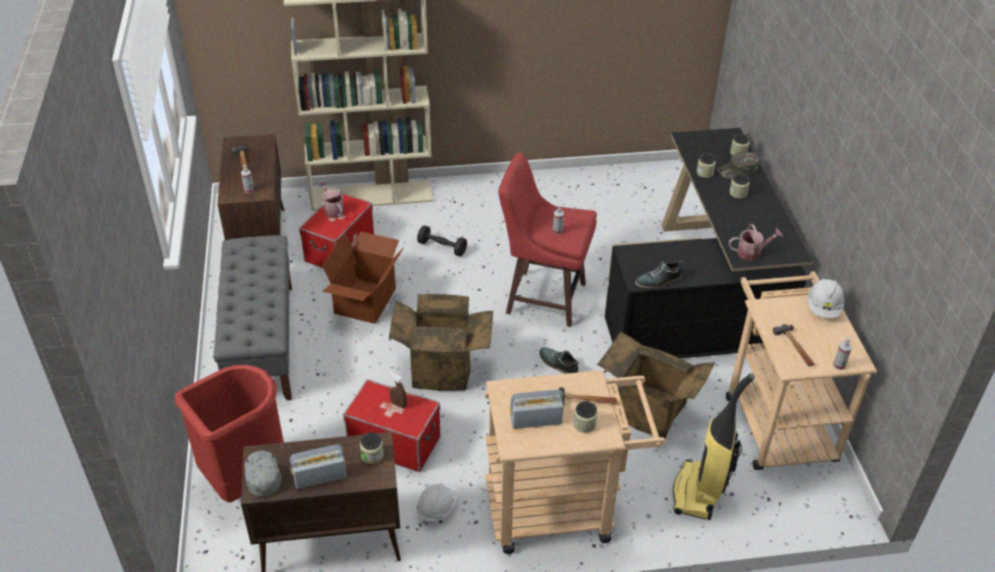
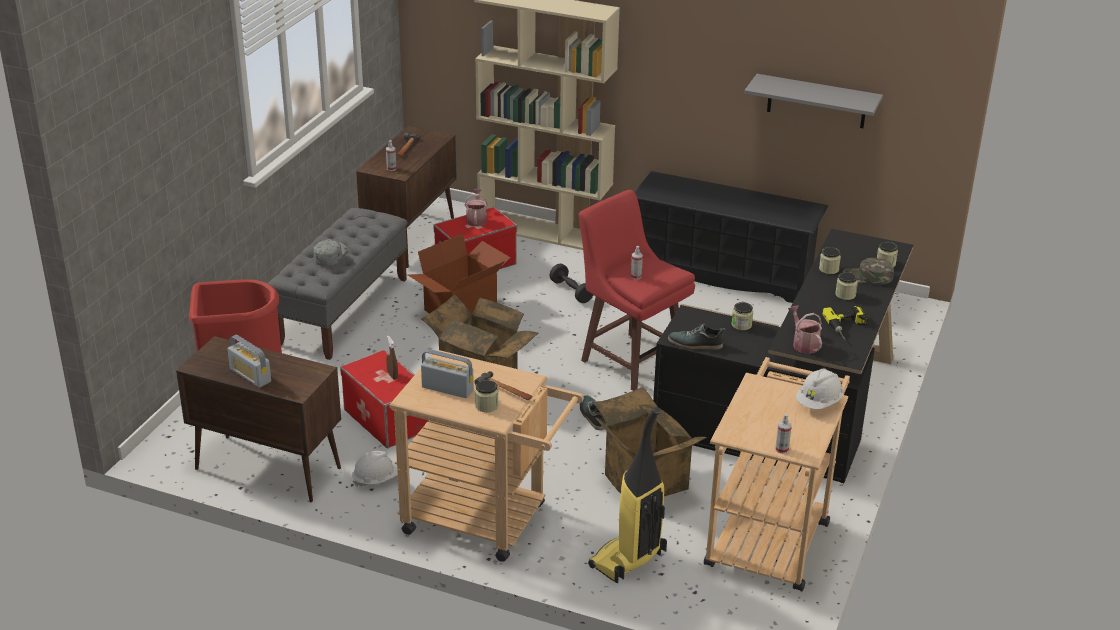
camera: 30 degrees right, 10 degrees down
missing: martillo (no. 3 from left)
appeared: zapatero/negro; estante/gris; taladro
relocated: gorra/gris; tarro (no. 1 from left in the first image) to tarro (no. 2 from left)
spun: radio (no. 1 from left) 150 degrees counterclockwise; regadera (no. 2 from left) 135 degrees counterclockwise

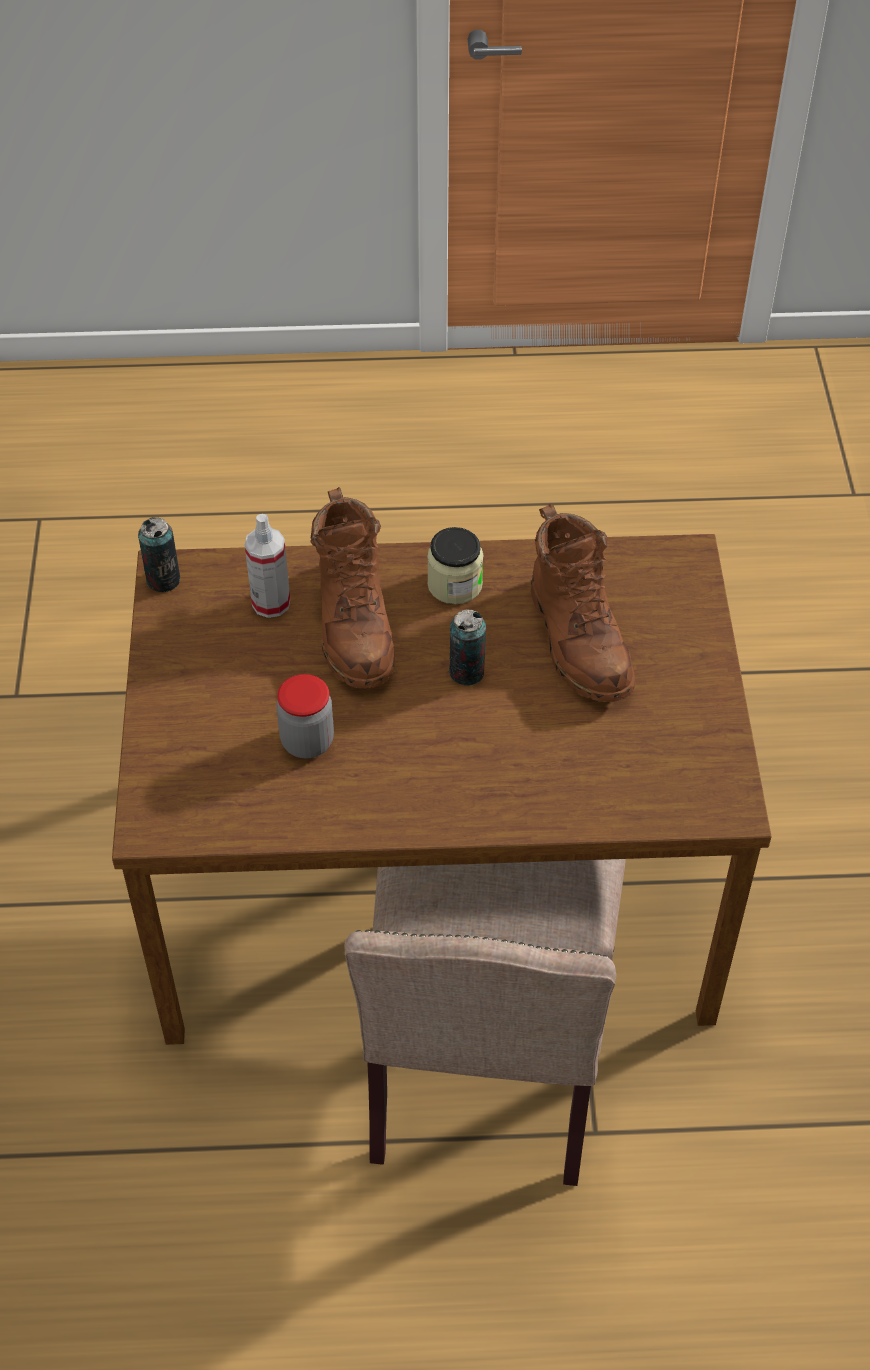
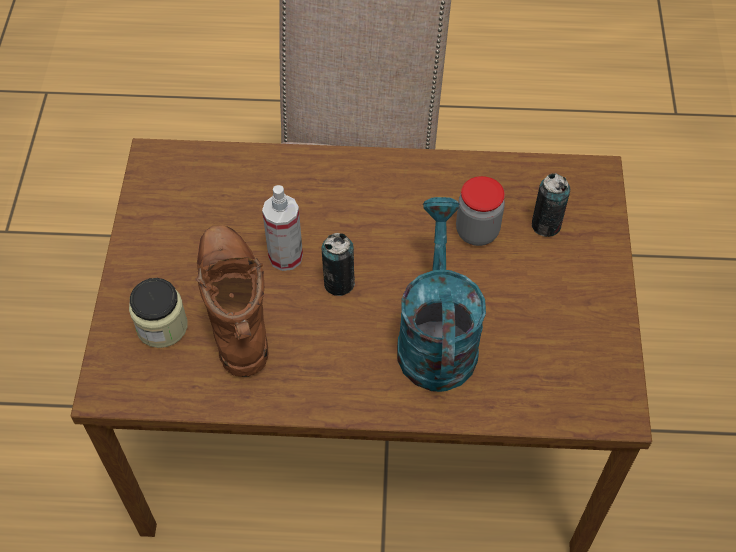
camera: 175 degrees left, 5 degrees up
relocated: lata (no. 1 from left in the first image) to lata (no. 2 from left); pulverizador; tarro (no. 2 from left in the first image) to tarro (no. 1 from left)
exchanged: bota/marrón (no. 1 from left) to regadera/turquesa

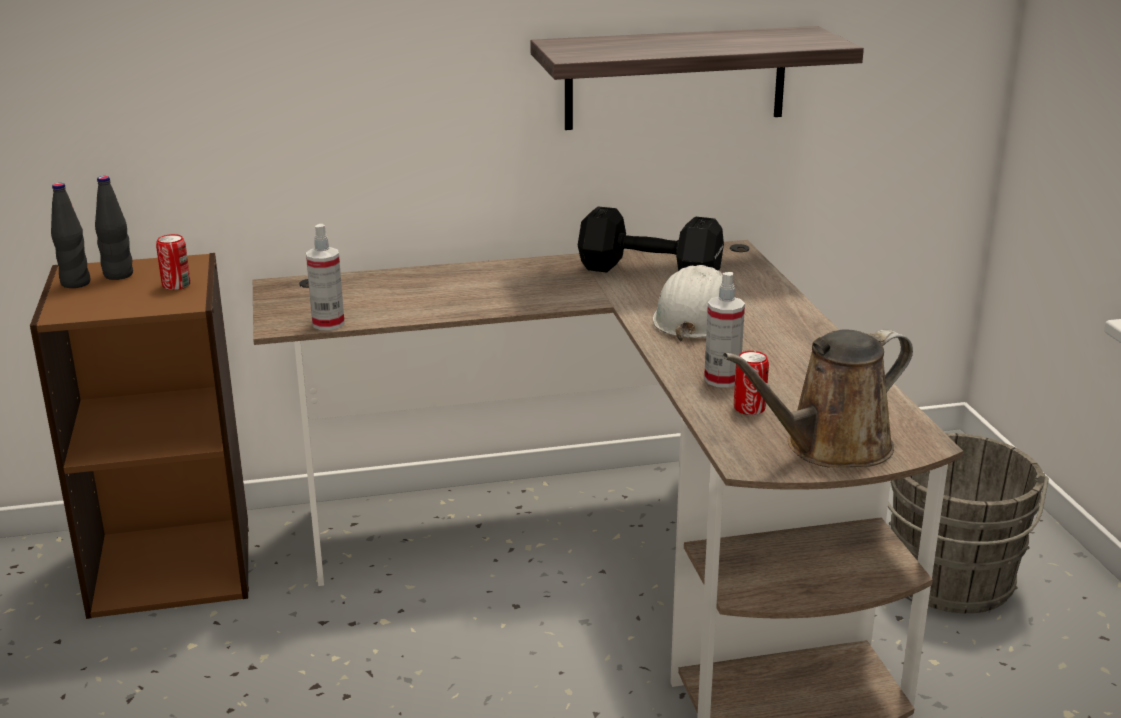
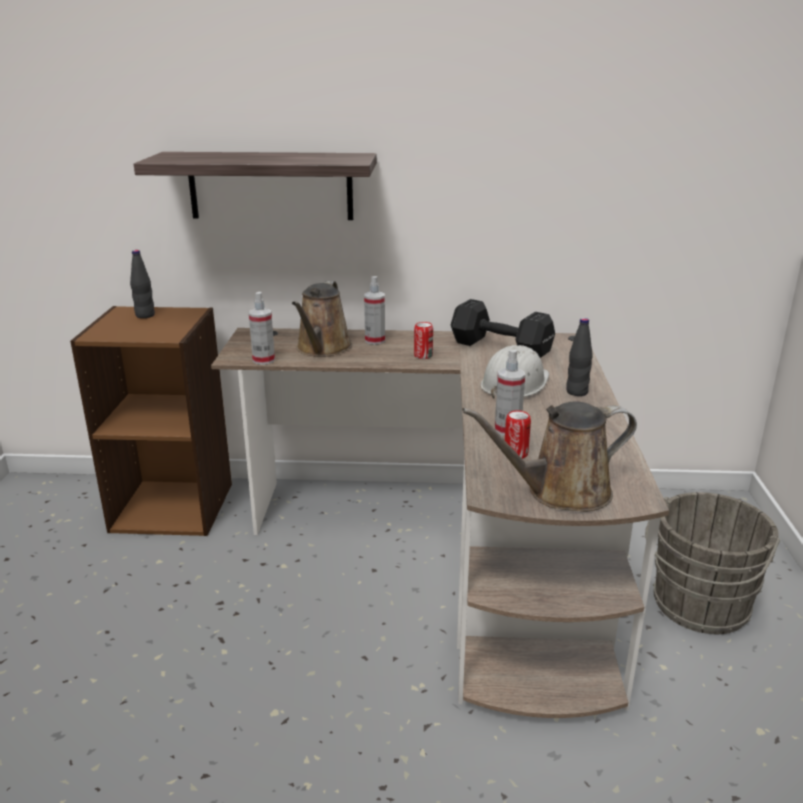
camera: 15 degrees right, 0 degrees up
appeared: regadera/marrón (no. 1 from left); pulverizador (no. 2 from left)
relocated: botella/negro (no. 1 from left in the first image) to botella/negro (no. 2 from left); lata (no. 1 from left); estante

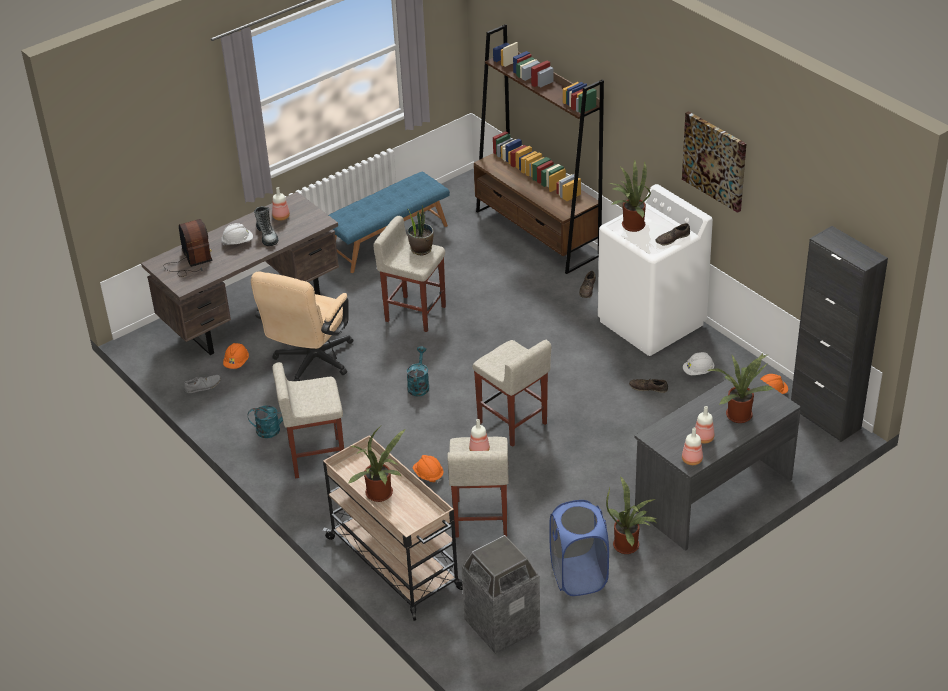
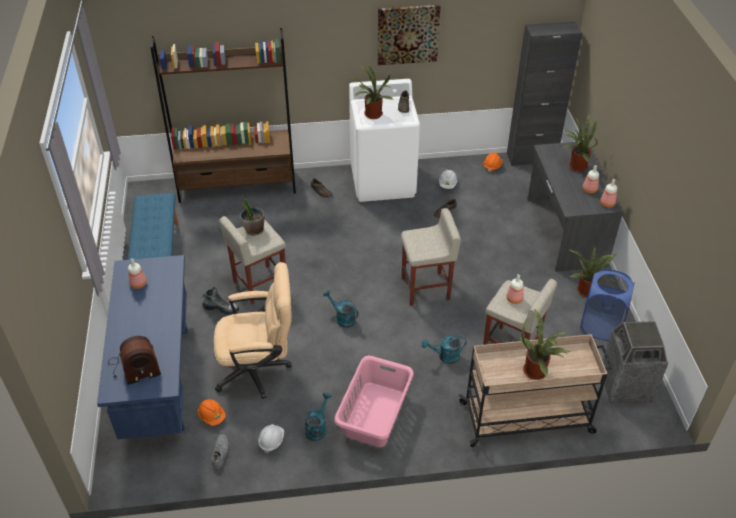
camera: 60 degrees left, 5 degrees up
relocated: casco/blanco (no. 1 from left); bota
exchanged: taburete/beis (no. 1 from left) to cesto de la ropa/rosa; casco/naranja (no. 2 from left) to regadera/turquesa (no. 3 from left)
colour: escritorio/marrón to escritorio/azul
spun: radio 150 degrees clockwise; silla de oficina/beis 60 degrees counterclockwise

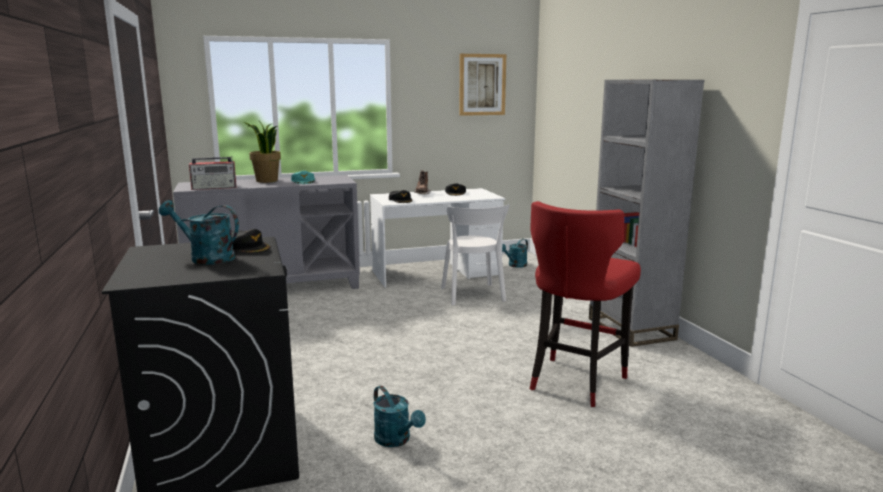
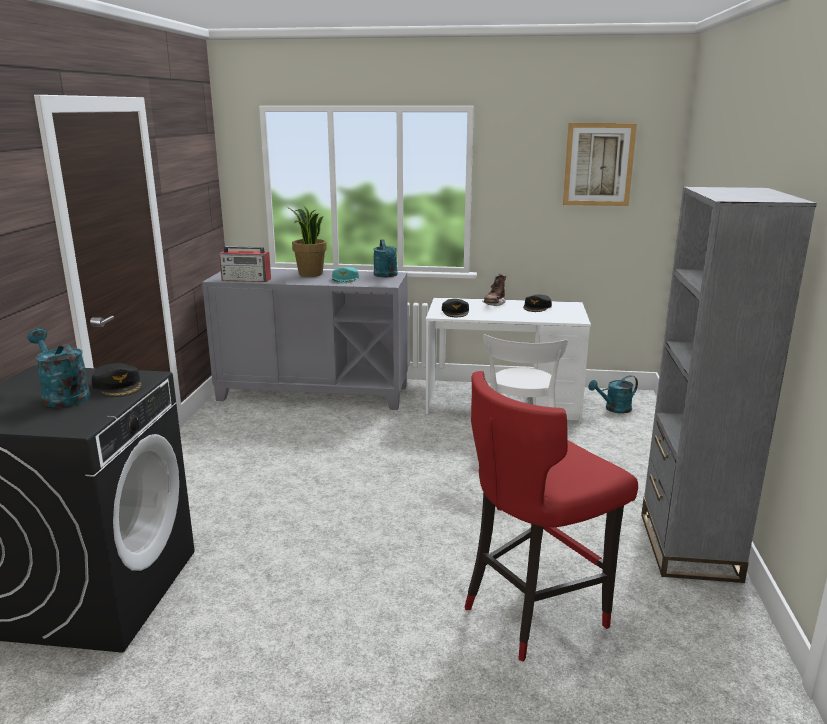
camera: 25 degrees right, 5 degrees up
relocated: regadera/turquesa (no. 2 from left)

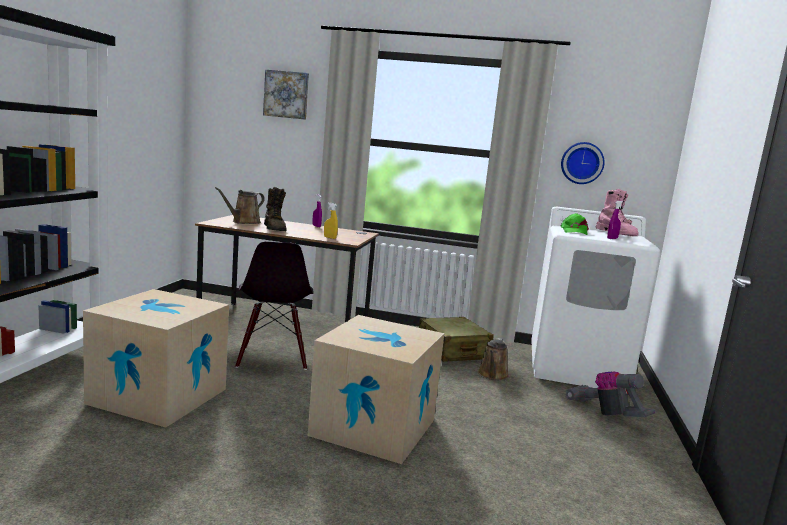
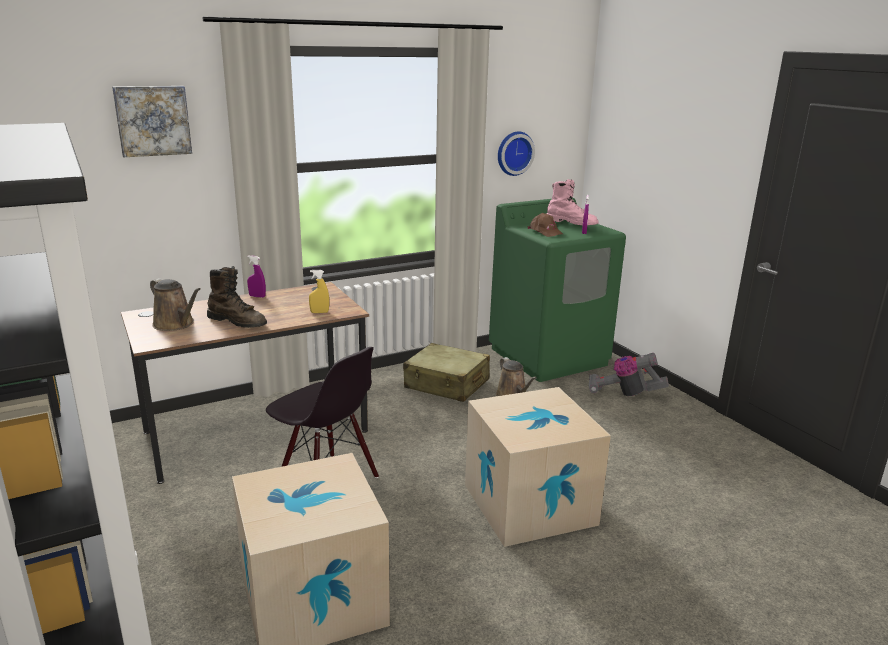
camera: 40 degrees left, 10 degrees up
colour: lavadora/blanco to lavadora/verde; gorra/verde to gorra/marrón
spun: regadera/marrón (no. 1 from left) 45 degrees counterclockwise

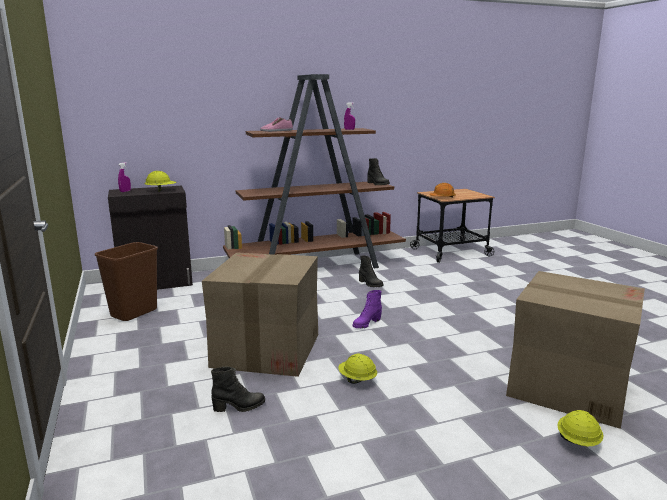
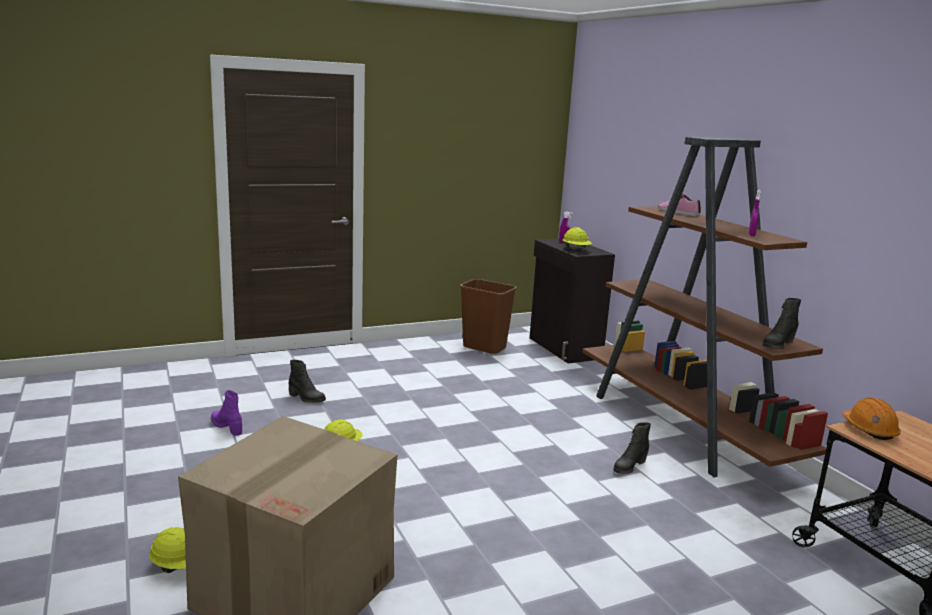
camera: 85 degrees right, 0 degrees up
missing: caja de cartón (no. 1 from left)
relocated: bota/morado
spun: bota/negro (no. 1 from left) 45 degrees counterclockwise

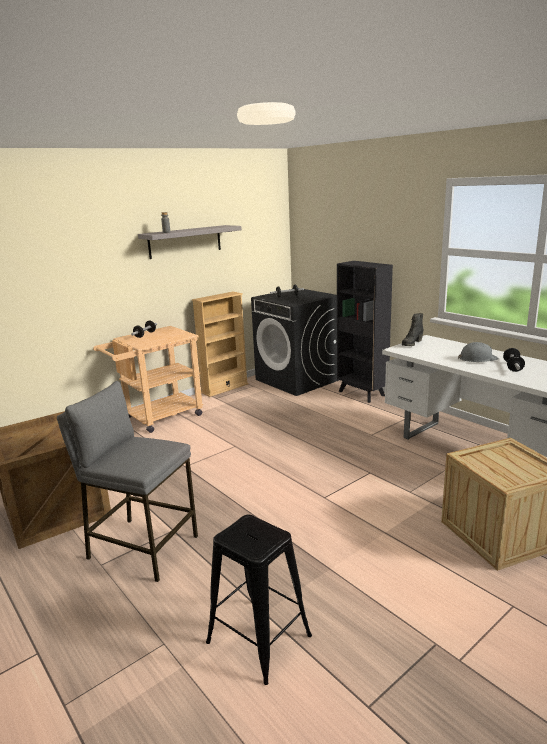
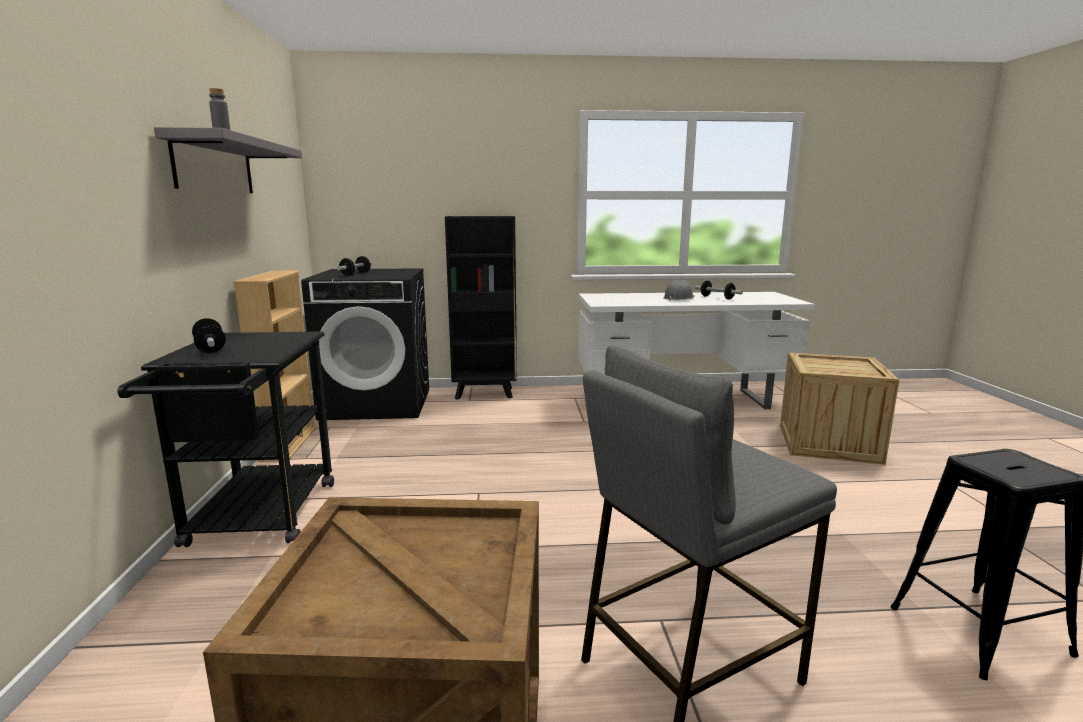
camera: 55 degrees left, 5 degrees down
missing: bota/negro
colour: carrito/beis to carrito/negro

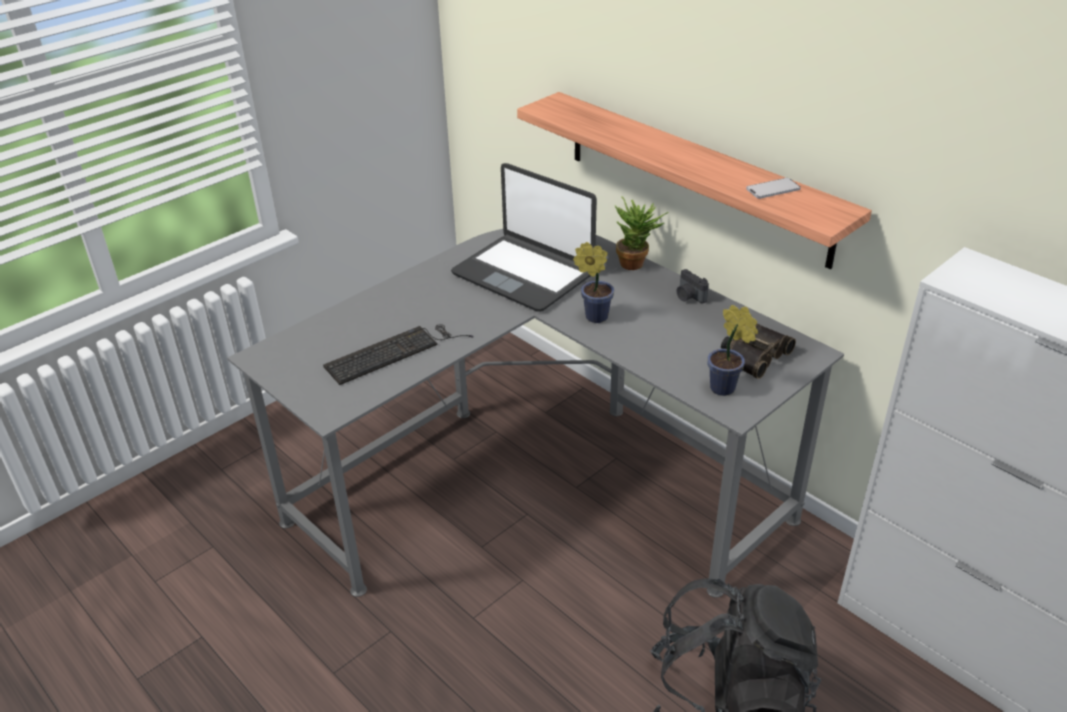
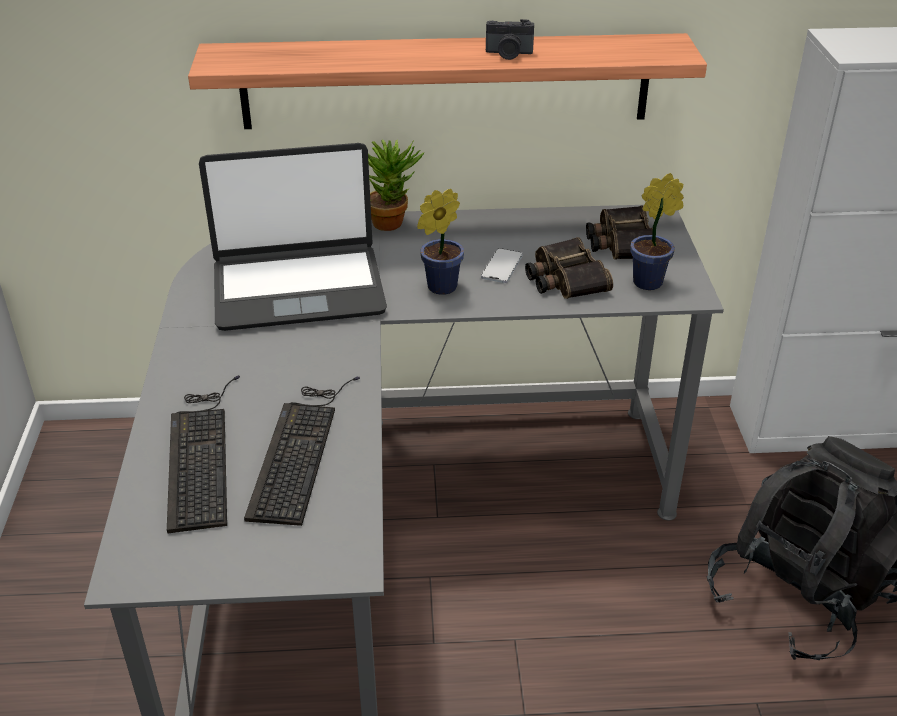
camera: 50 degrees left, 0 degrees up
appeared: teclado (no. 1 from left); prismáticos (no. 1 from left)
relocated: cámara; móvil

